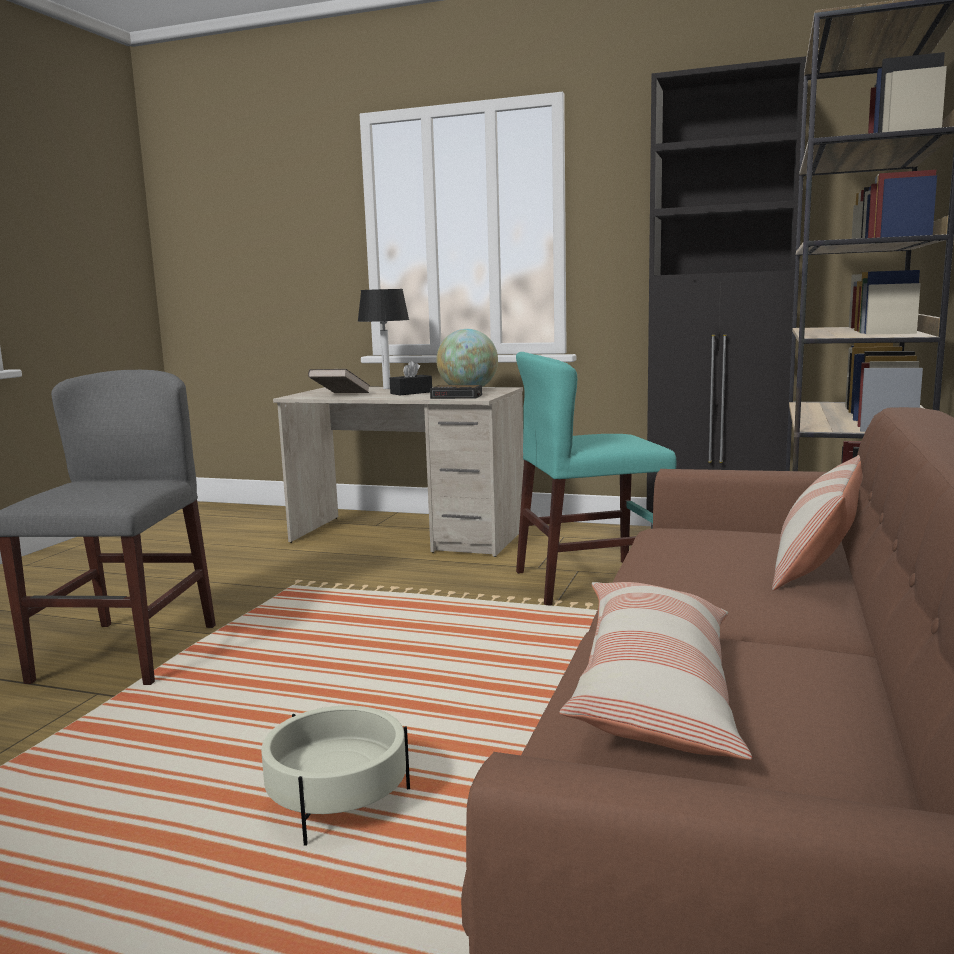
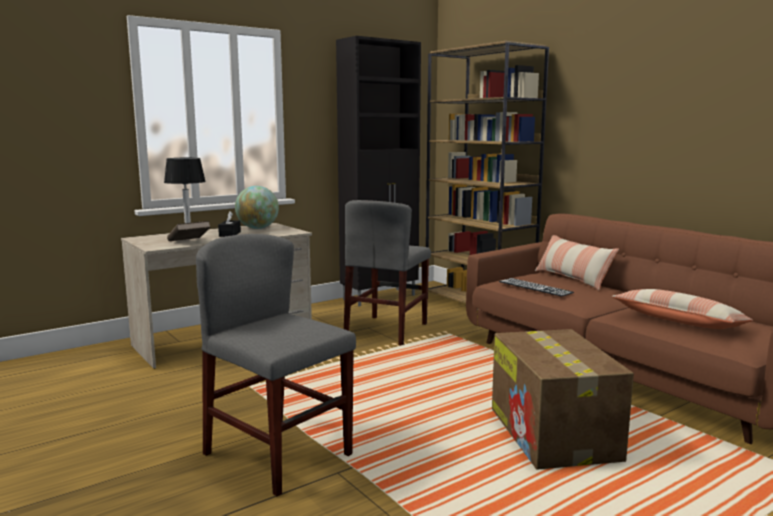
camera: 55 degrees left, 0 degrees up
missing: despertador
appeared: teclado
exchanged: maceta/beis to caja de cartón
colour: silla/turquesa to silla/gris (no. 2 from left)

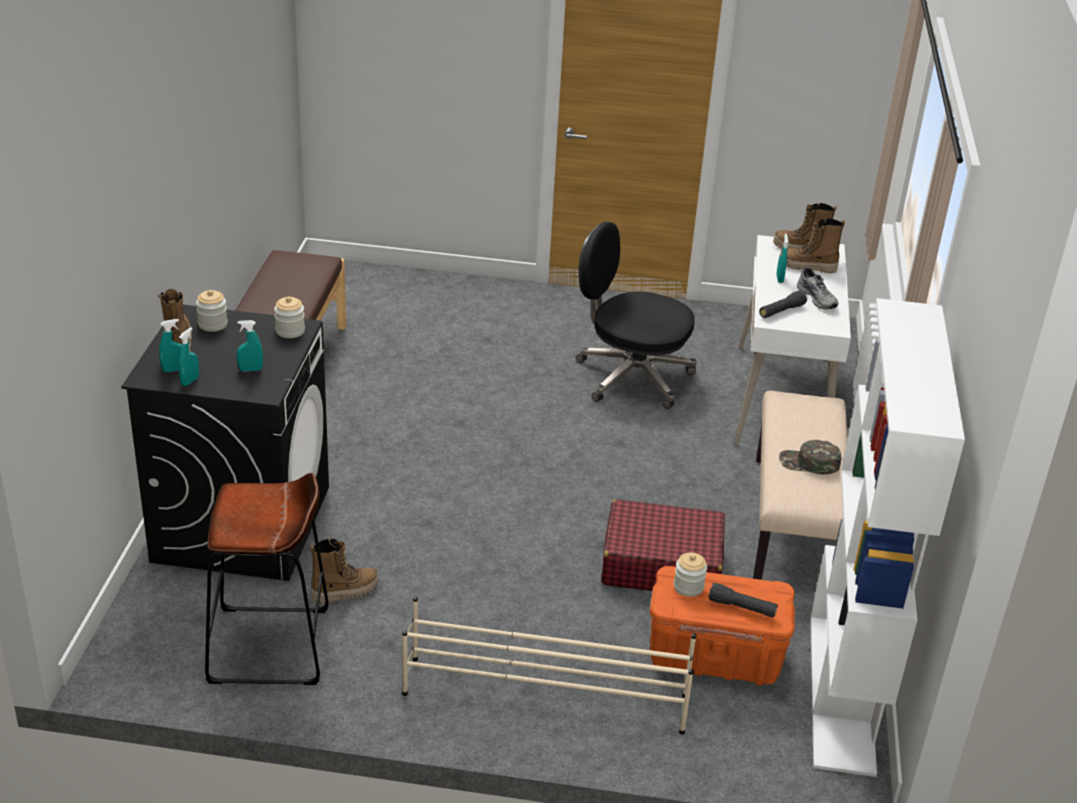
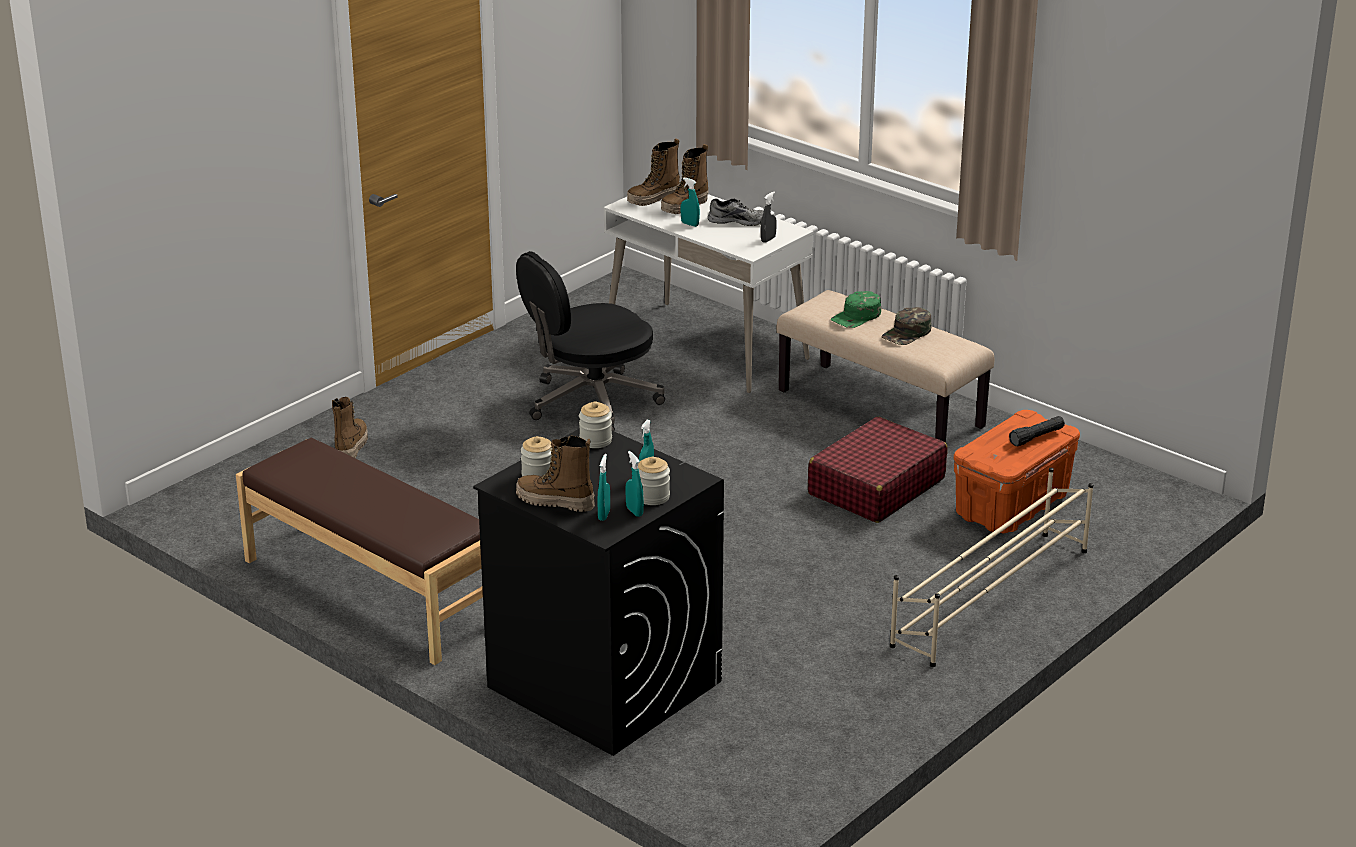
camera: 55 degrees left, 5 degrees down
missing: taburete/marrón; linterna/negro (no. 2 from left); estantería/blanco
appeared: pulverizador/gris; gorra/verde (no. 1 from left)
relocated: bota (no. 2 from left in the first image) to bota (no. 1 from left); tarro (no. 3 from left)

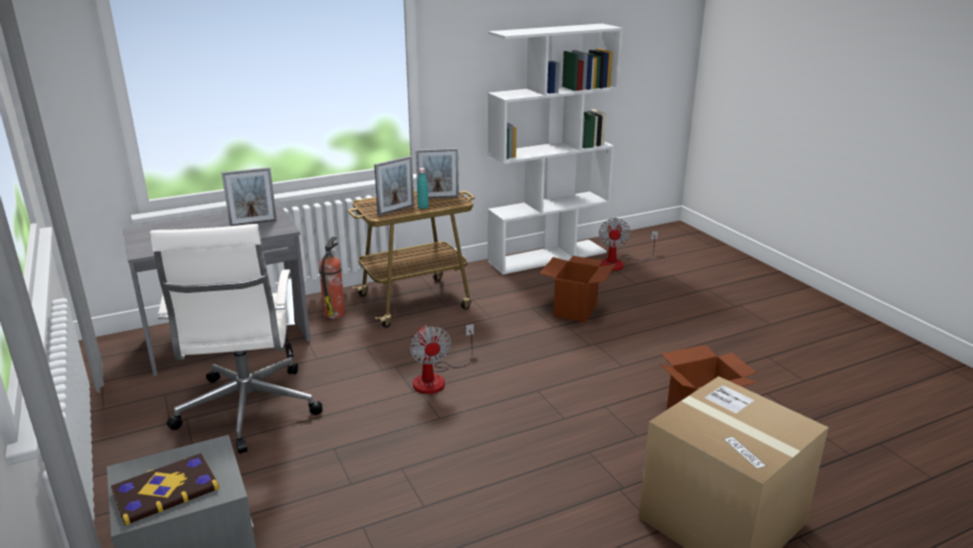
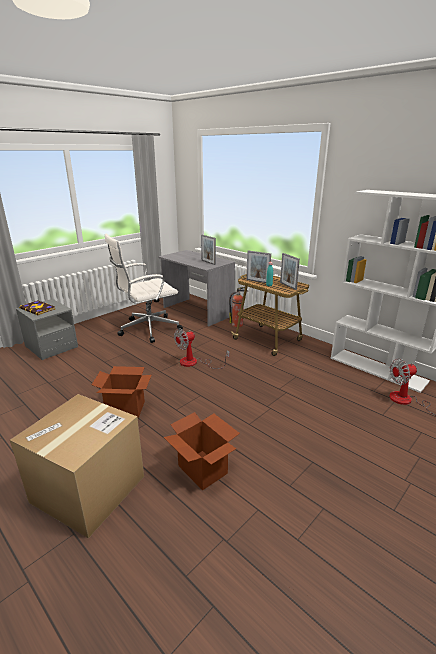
camera: 70 degrees right, 0 degrees up
relocated: caja de cartón (no. 1 from left in the first image) to caja de cartón (no. 2 from left)

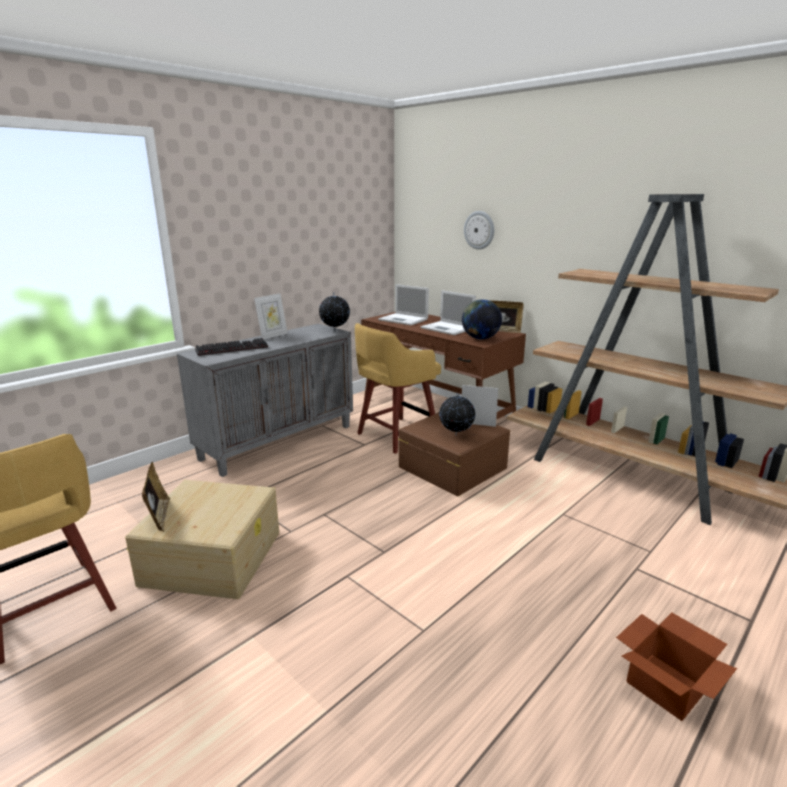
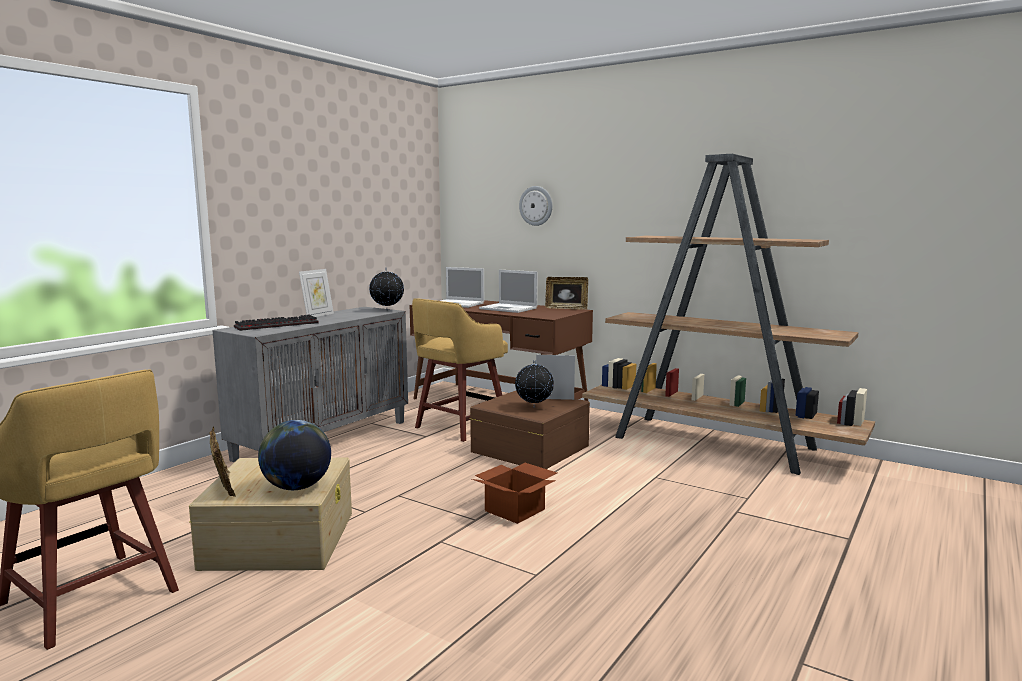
camera: 10 degrees left, 10 degrees down
relocated: globo terráqueo (no. 3 from left in the first image) to globo terráqueo (no. 1 from left); caja de cartón

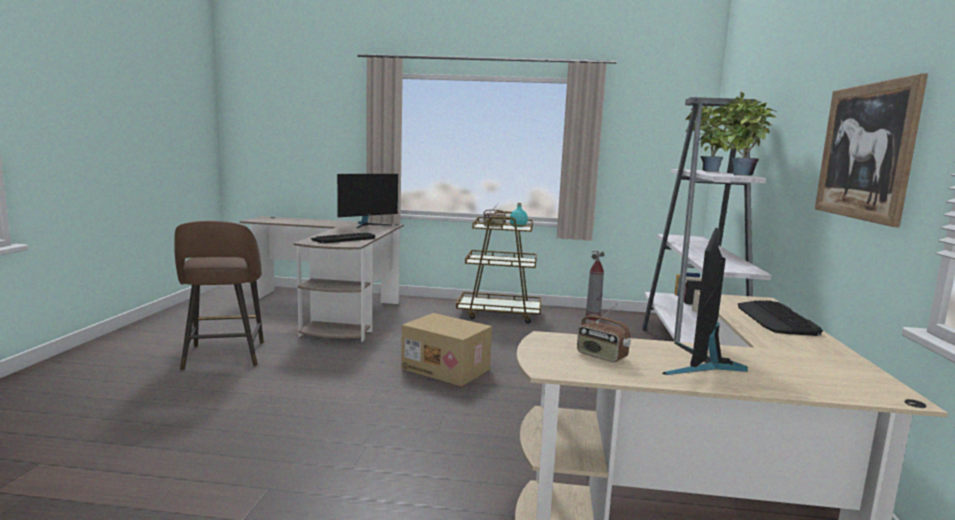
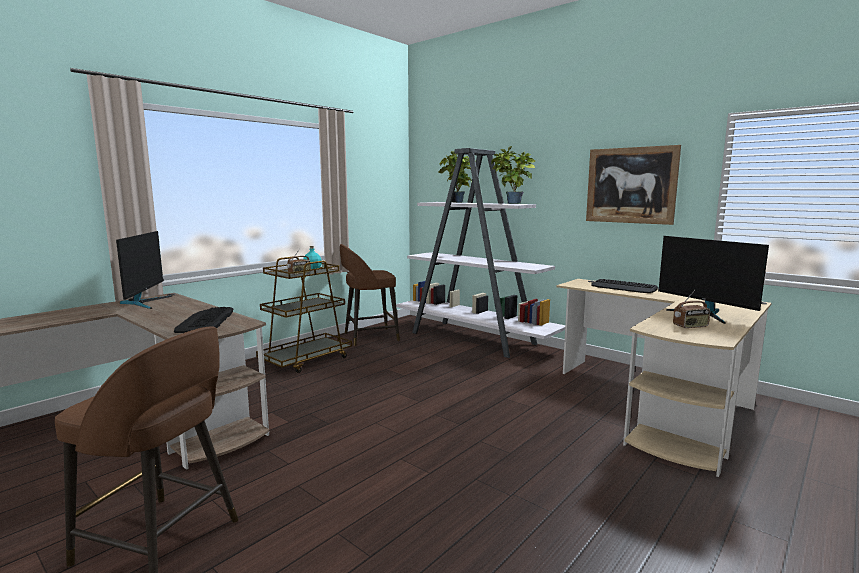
camera: 55 degrees left, 0 degrees up
missing: caja de cartón
exchanged: extintor to taburete/marrón (no. 2 from left)

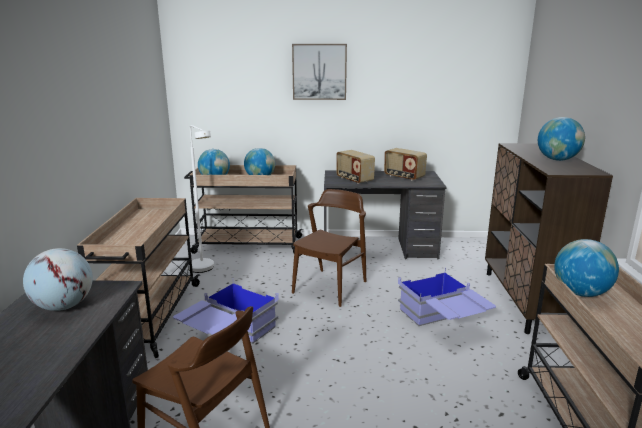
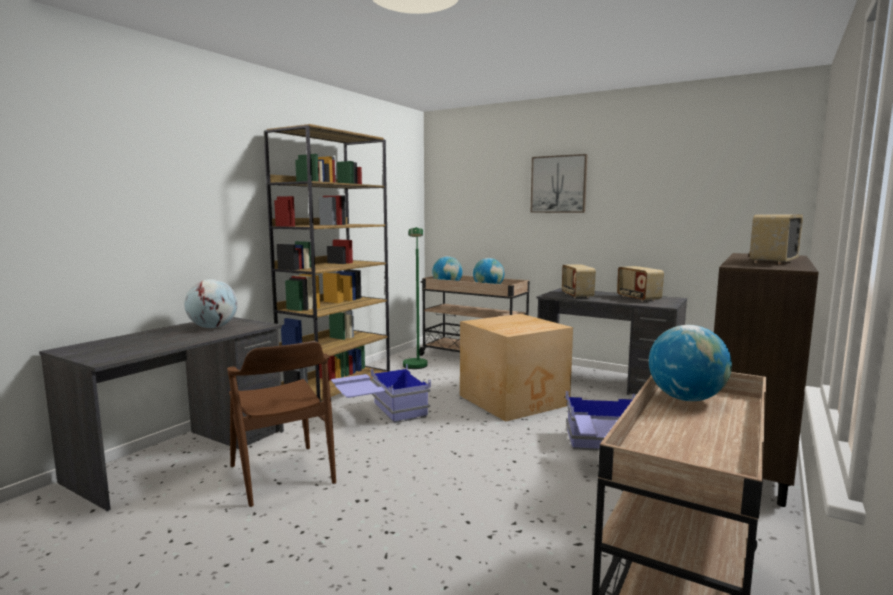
camera: 30 degrees right, 10 degrees down
exchanged: carrito/beis (no. 1 from left) to estantería/marrón; silla/marrón (no. 2 from left) to caja de cartón; globo terráqueo (no. 4 from left) to radio (no. 3 from left)
colour: lámpara de pie/blanco to lámpara de pie/verde

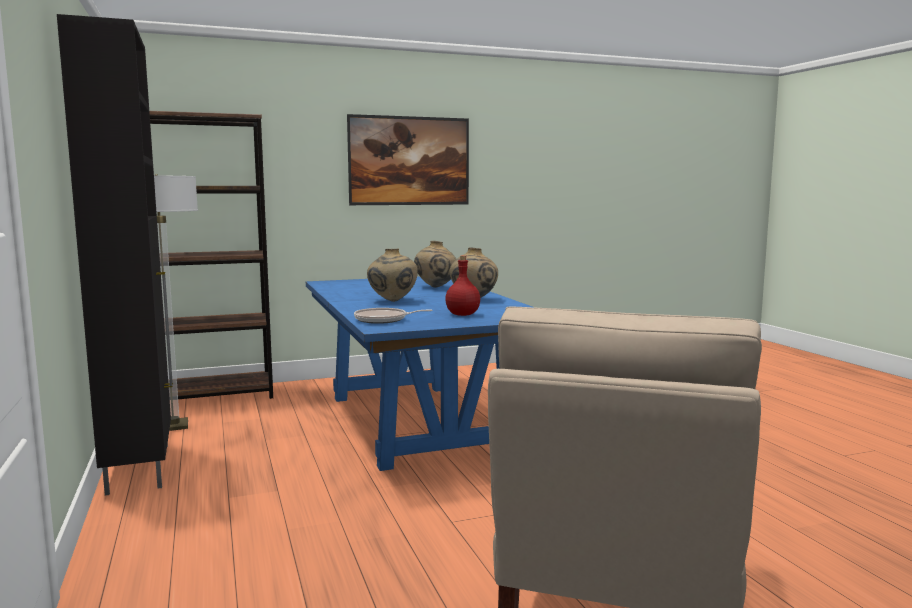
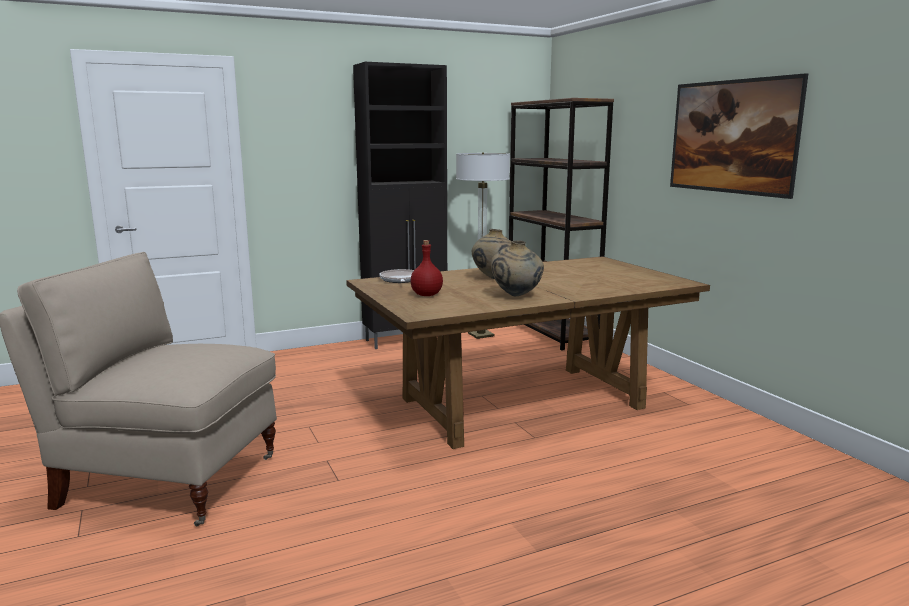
camera: 85 degrees right, 5 degrees up
missing: florero/beis (no. 2 from left)
colour: mesa de comedor/azul to mesa de comedor/marrón

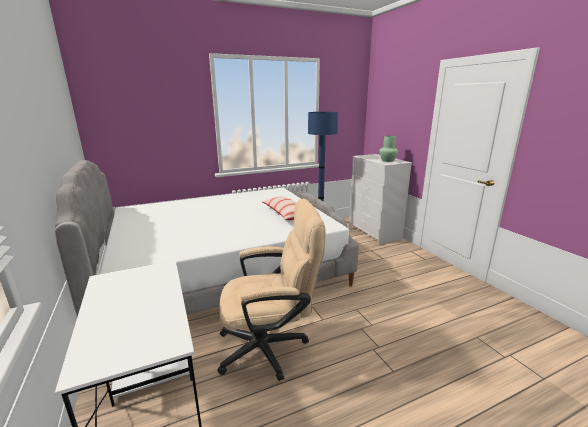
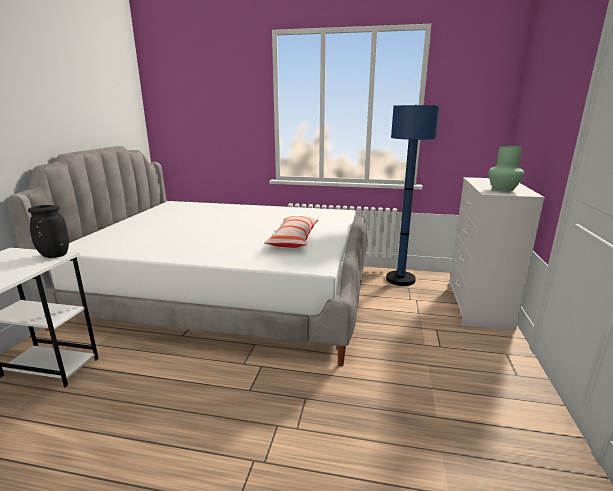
camera: 35 degrees right, 0 degrees up
missing: silla de oficina/beis
appeared: florero/negro

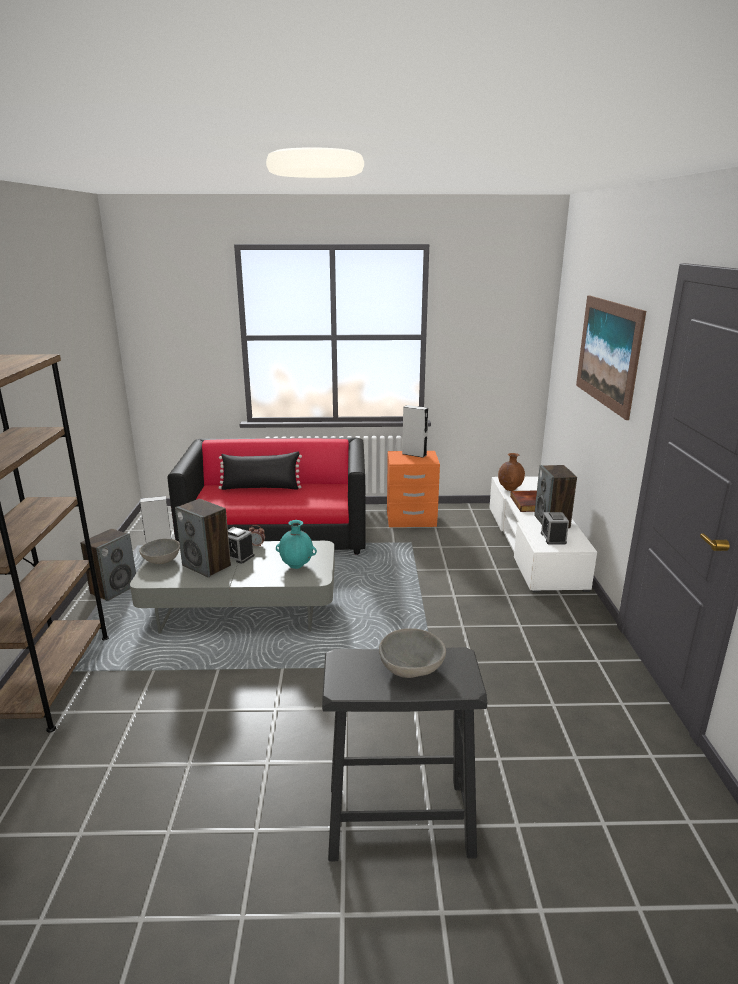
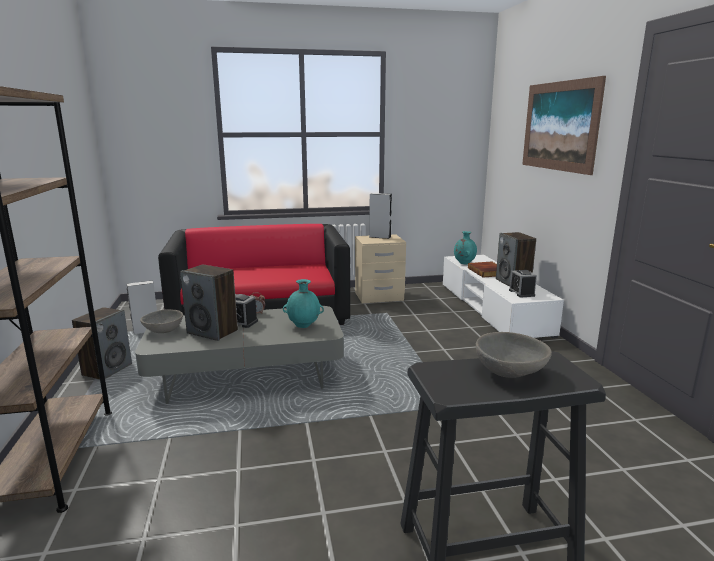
camera: 10 degrees left, 5 degrees down
missing: cojín/negro
colour: mesita de noche/naranja to mesita de noche/beis; florero/marrón to florero/turquesa (no. 2 from left)

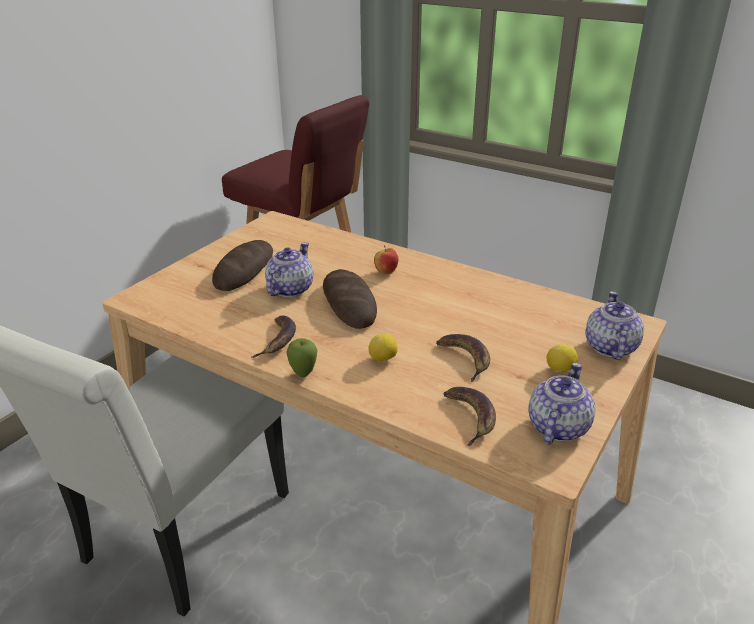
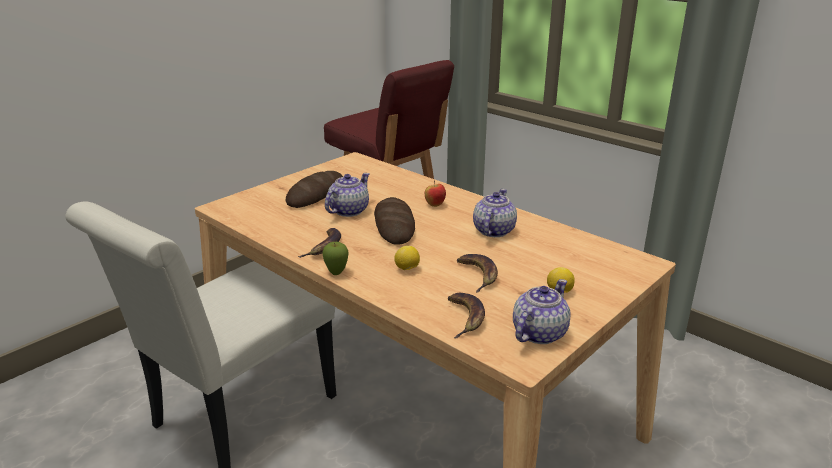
camera: 10 degrees right, 5 degrees down
relocated: tetera (no. 3 from left in the first image) to tetera (no. 2 from left)

